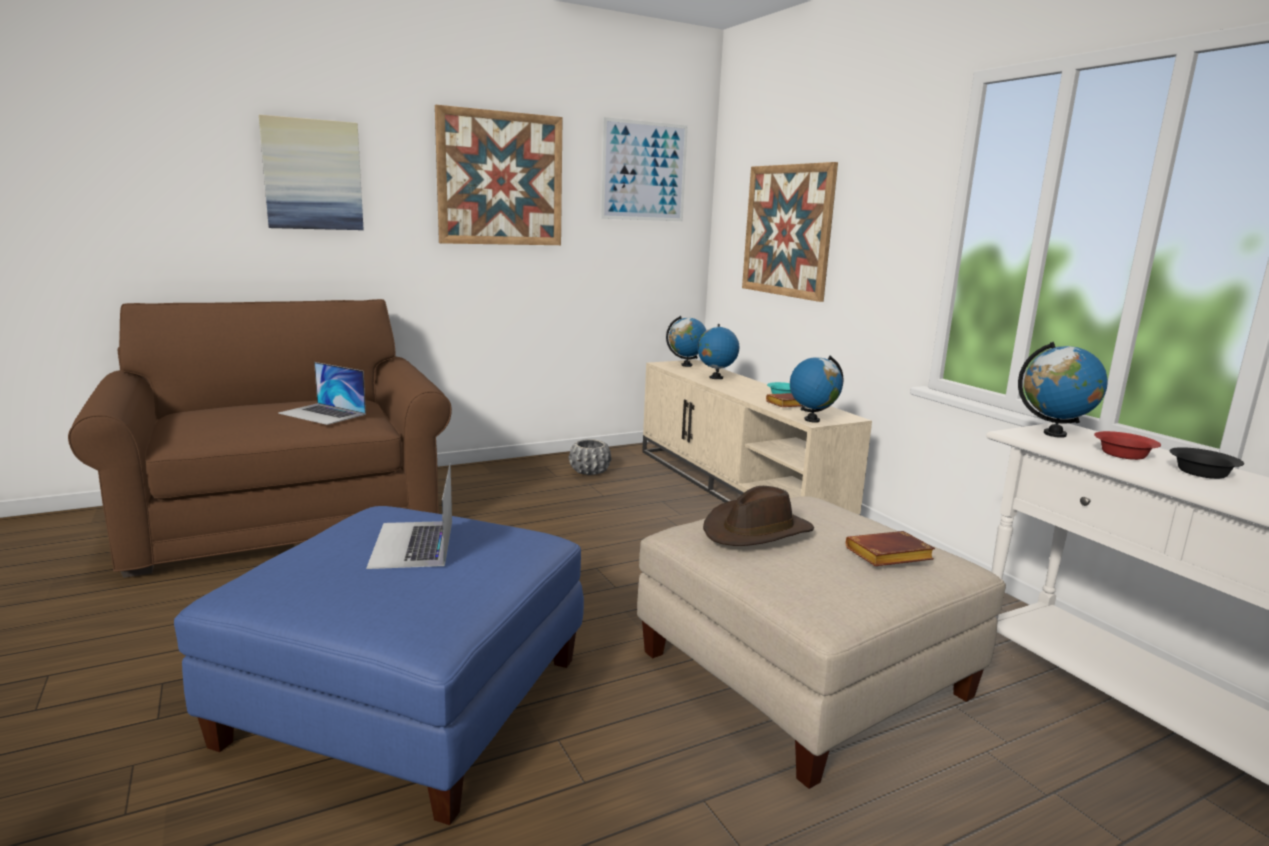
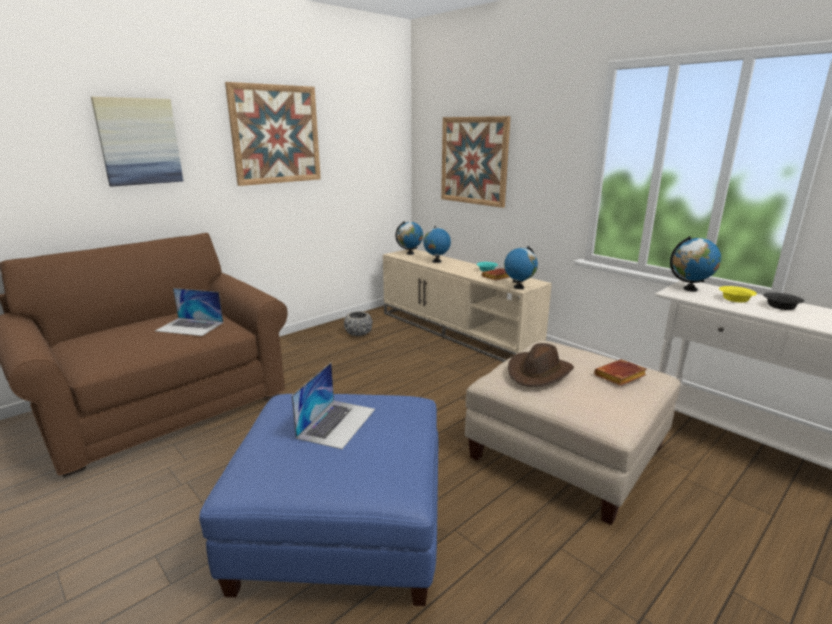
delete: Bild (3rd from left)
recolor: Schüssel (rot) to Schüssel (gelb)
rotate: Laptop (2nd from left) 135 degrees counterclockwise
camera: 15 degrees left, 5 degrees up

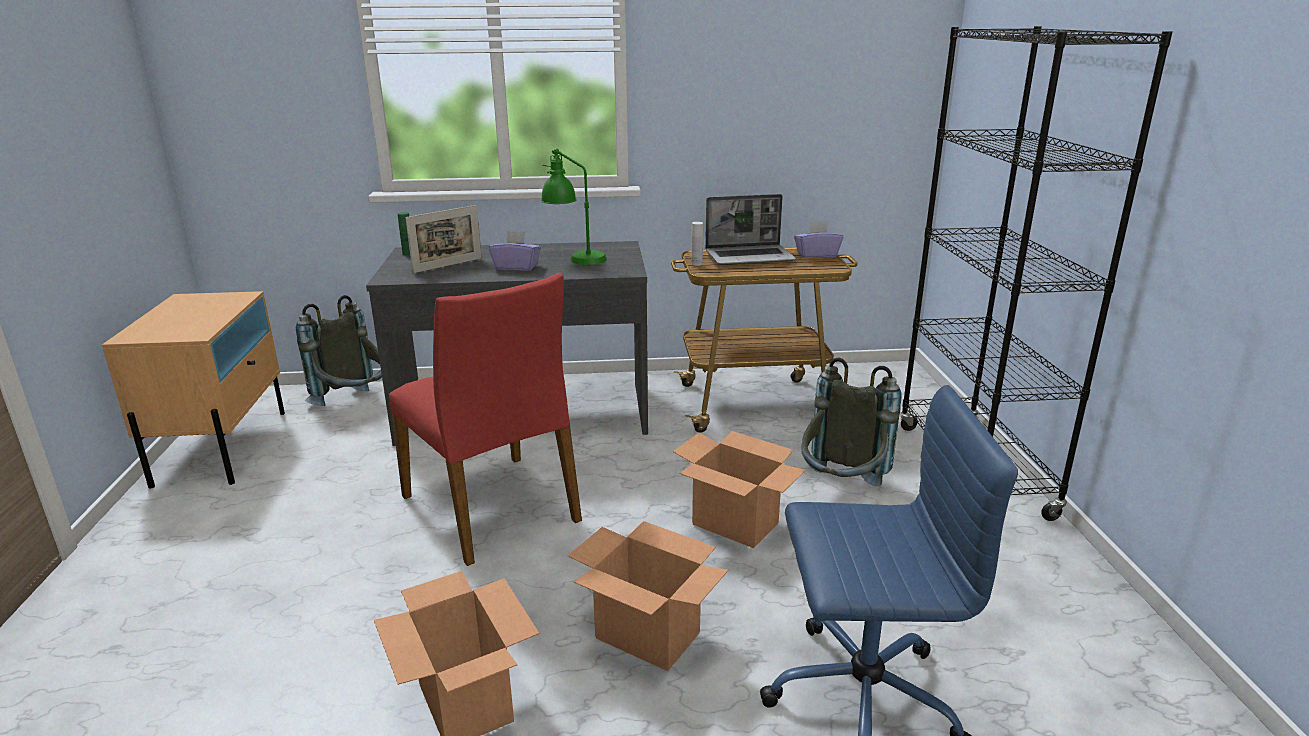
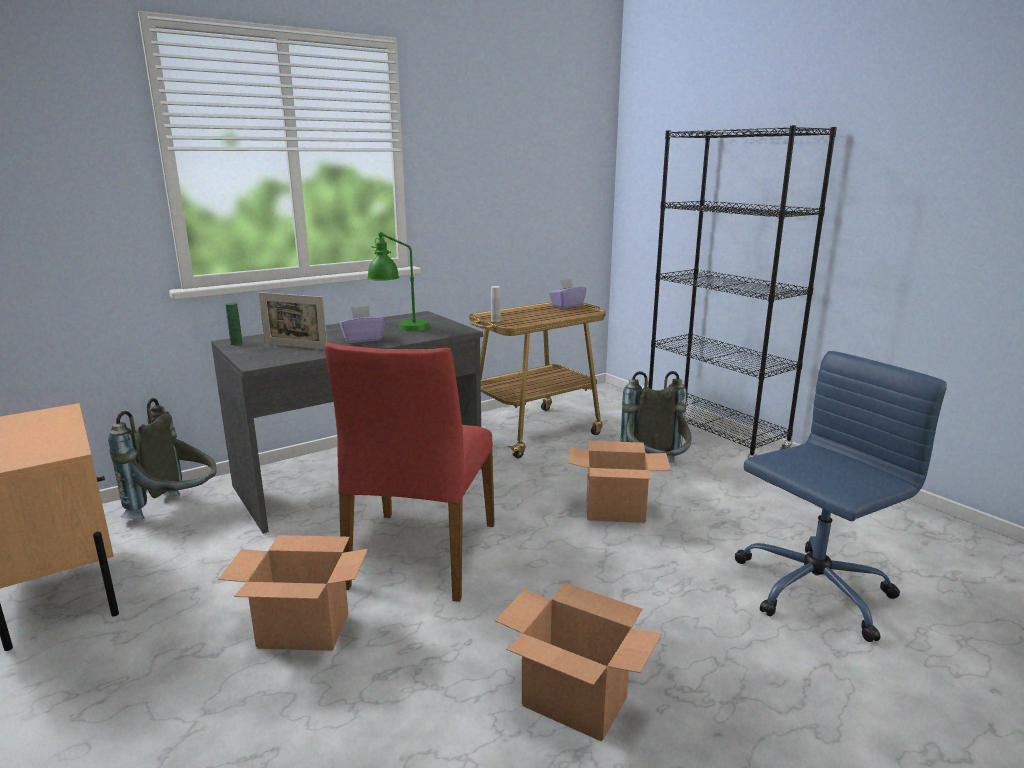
delete: Laptop
move: Karton (2nd from left in the first image) to Karton (1st from left)
rotate: Bilderrahmen 90 degrees clockwise; Stuhl (rot) 75 degrees clockwise
camera: 30 degrees left, 5 degrees down

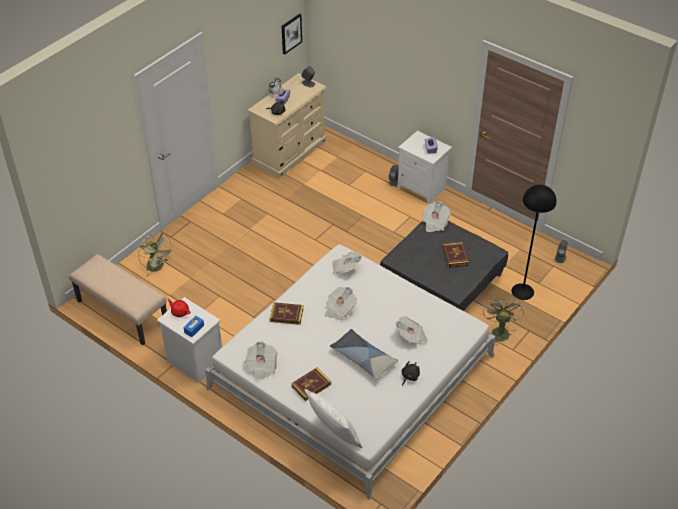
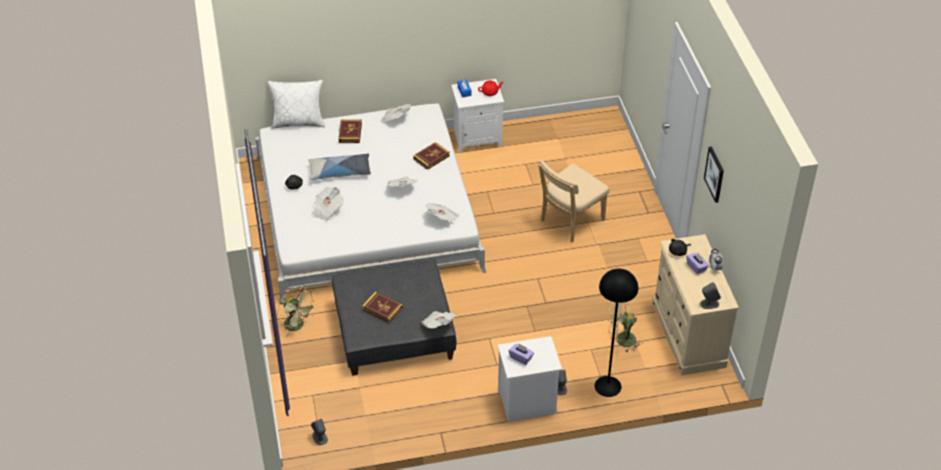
delete: Bank (beige)
insert: Stuhl (beige)
move: Stehlampe (schwarz); Ventilator (grün) (1st from left in the first image) to Ventilator (grün) (2nd from left); Bild
camera: 130 degrees right, 0 degrees up

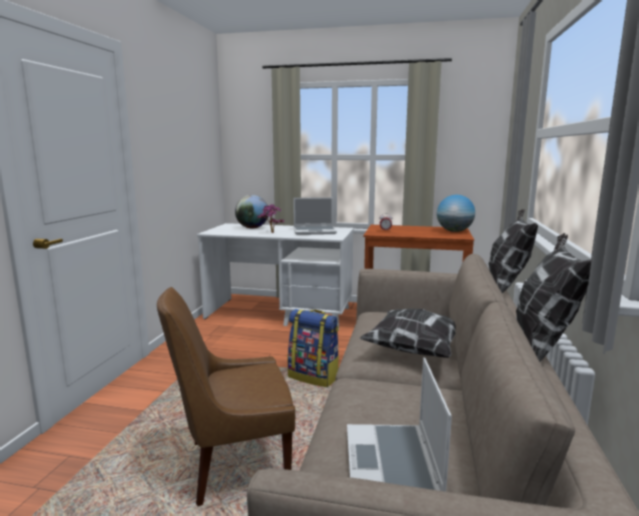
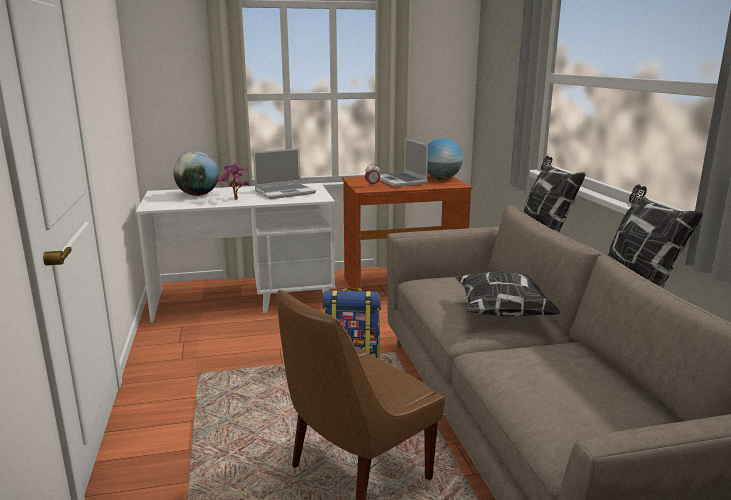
move: Laptop (2nd from left)
camera: 25 degrees left, 5 degrees up

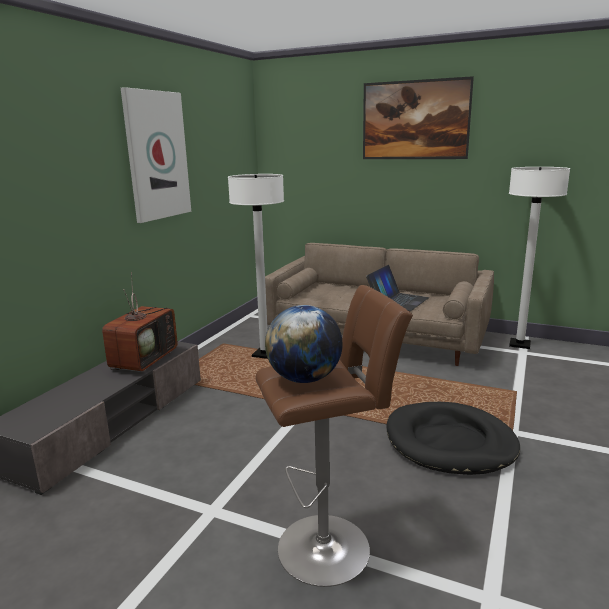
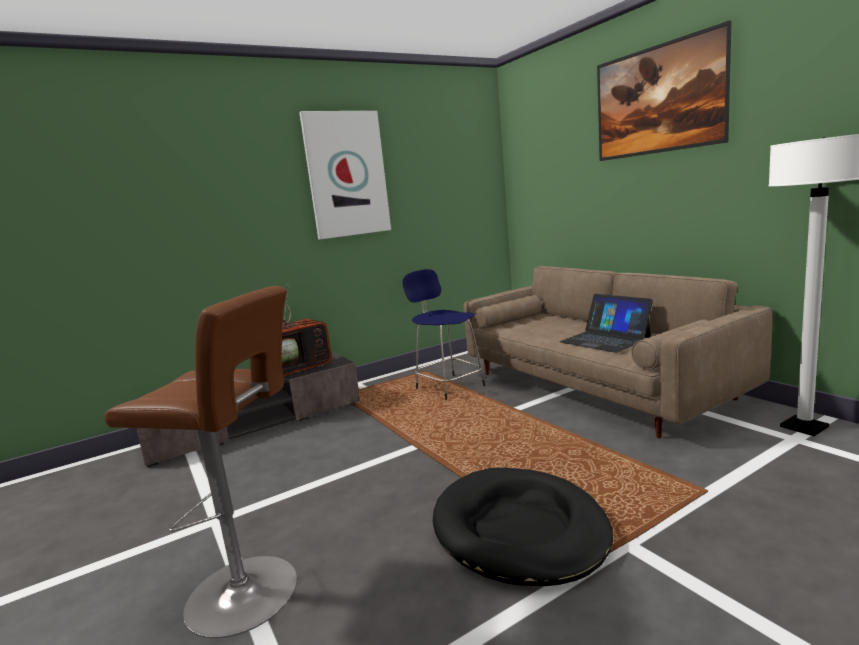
delete: Globus
replace: Stehlampe (weiß) (1st from left) to Hocker (blau)
rotate: Laptop 75 degrees clockwise
camera: 35 degrees right, 5 degrees down

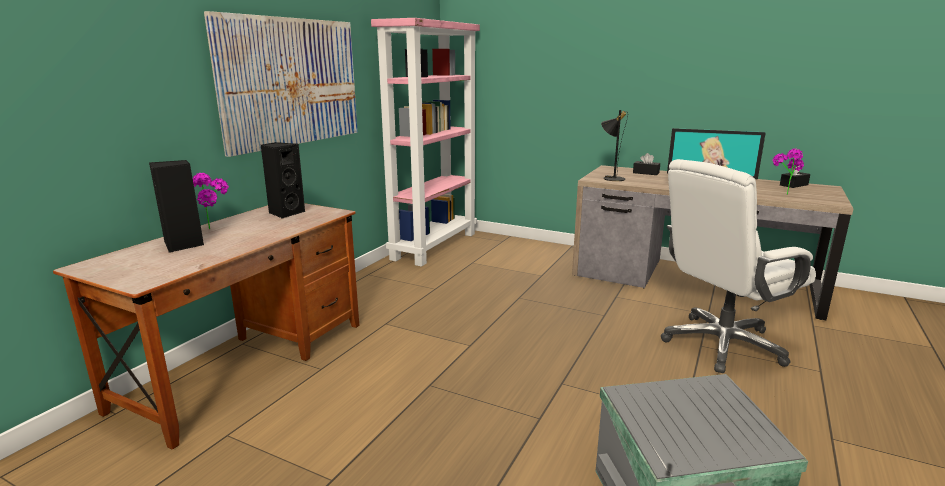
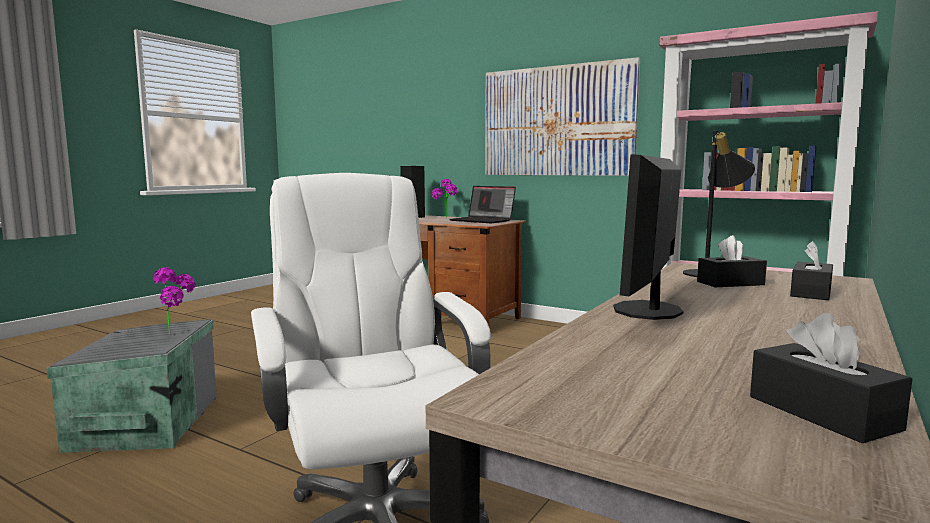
insert: Taschentuchbox (schwarz) (1st from left)
move: Topfpflanze (2nd from left in the first image) to Topfpflanze (1st from left)
replace: Lautsprecher (schwarz) (2nd from left) to Laptop
camera: 95 degrees right, 10 degrees down

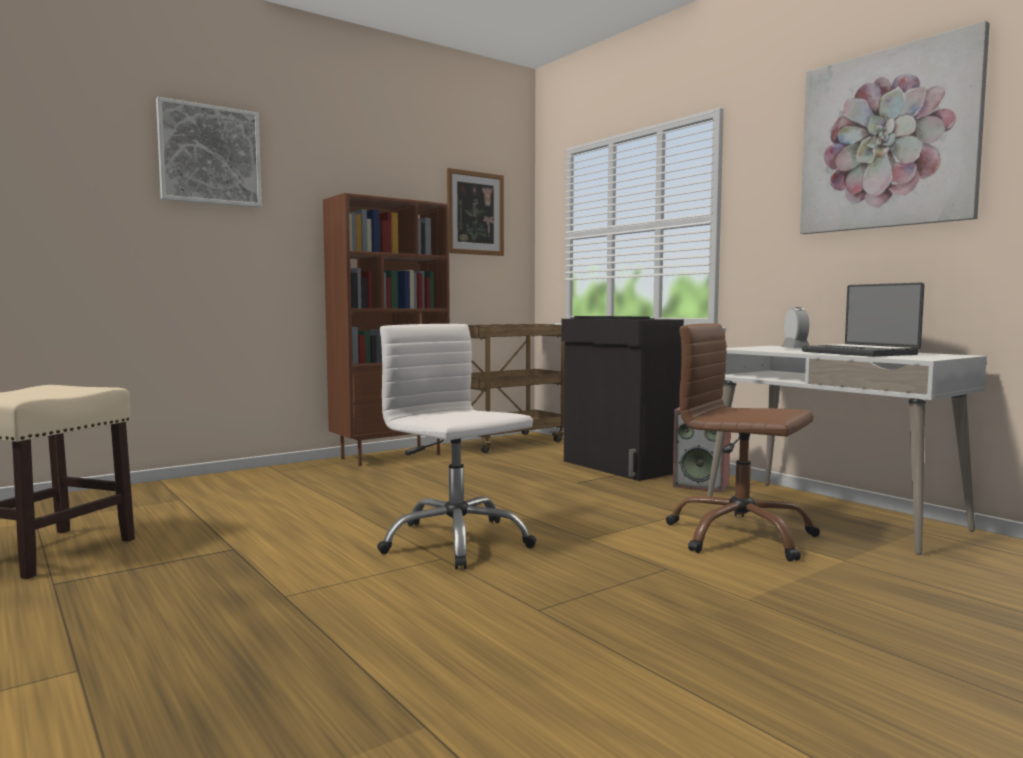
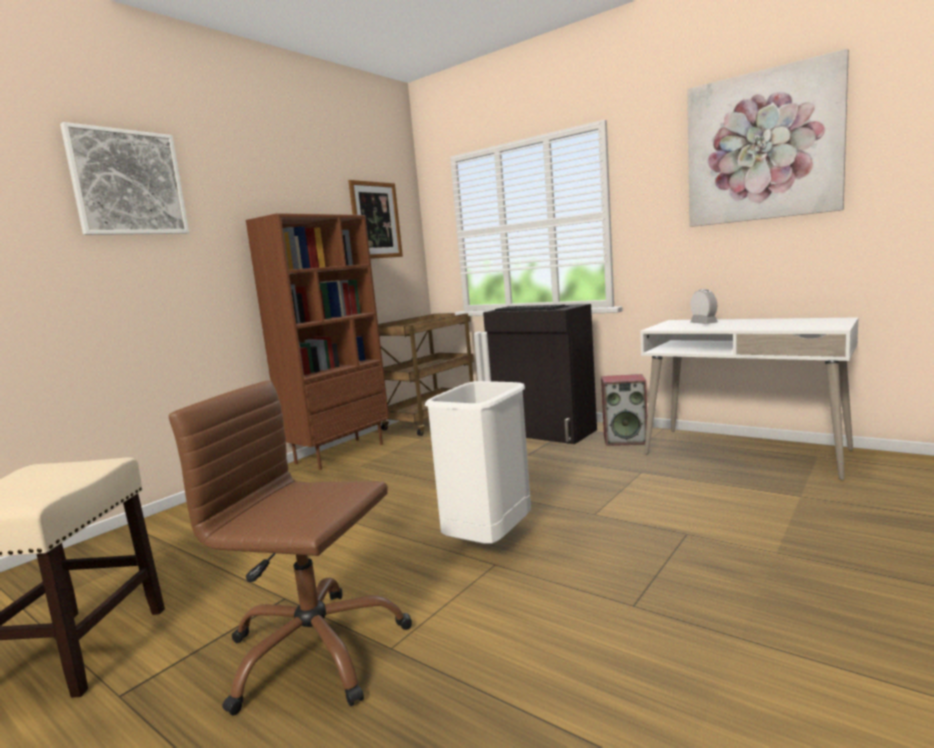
delete: Laptop
move: Bürostuhl (braun)
replace: Bürostuhl (weiß) to Mülleimer (weiß)
camera: 15 degrees left, 5 degrees up

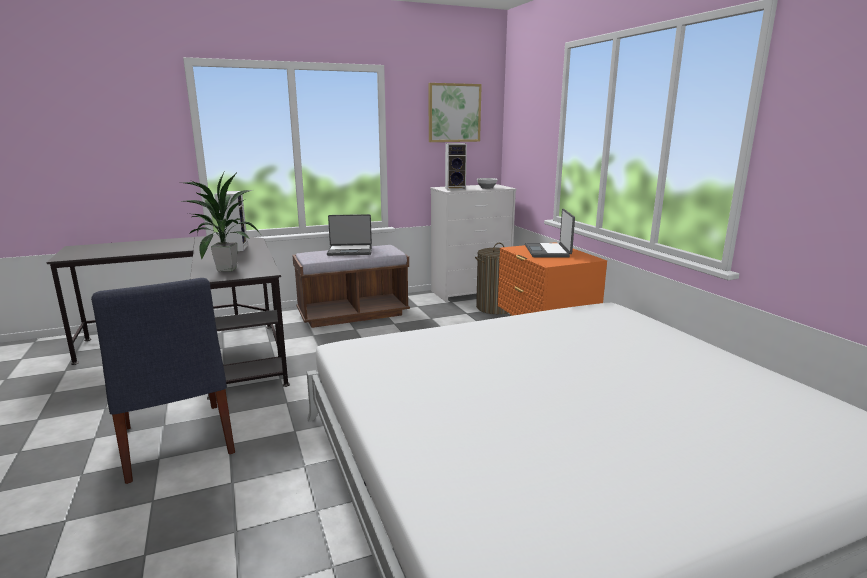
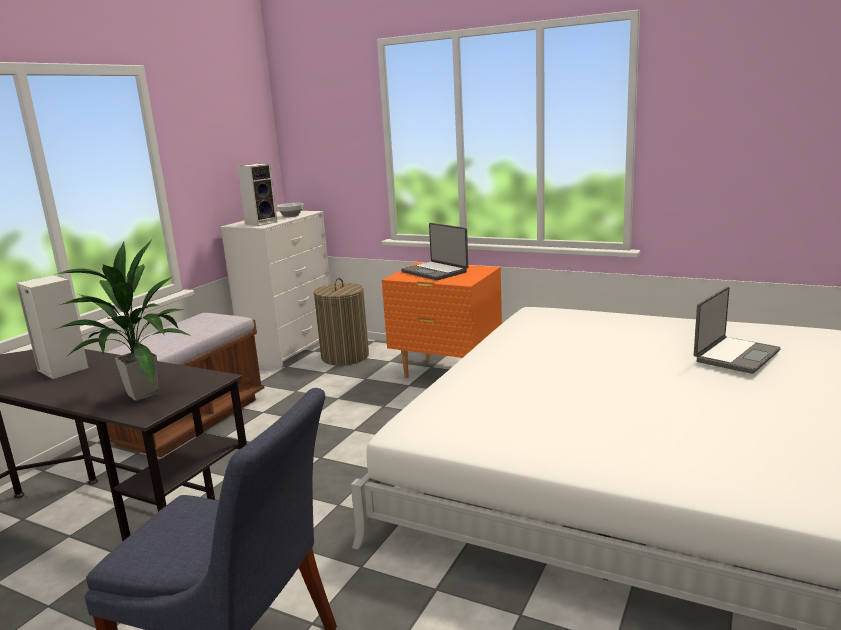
delete: Bild
move: Laptop (1st from left in the first image) to Laptop (2nd from left)
camera: 40 degrees left, 0 degrees up

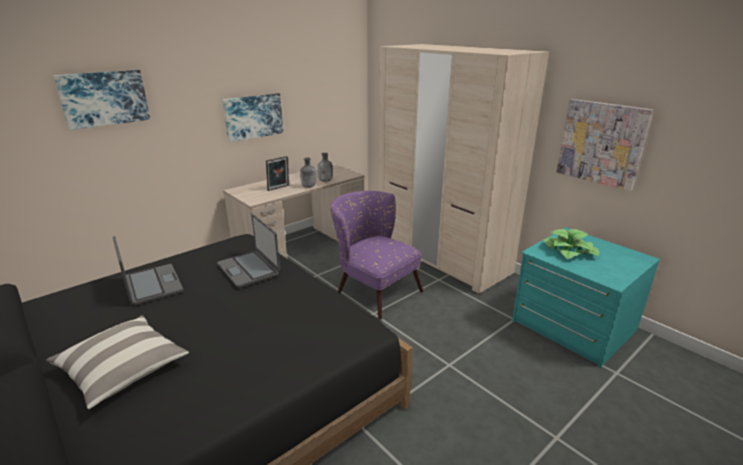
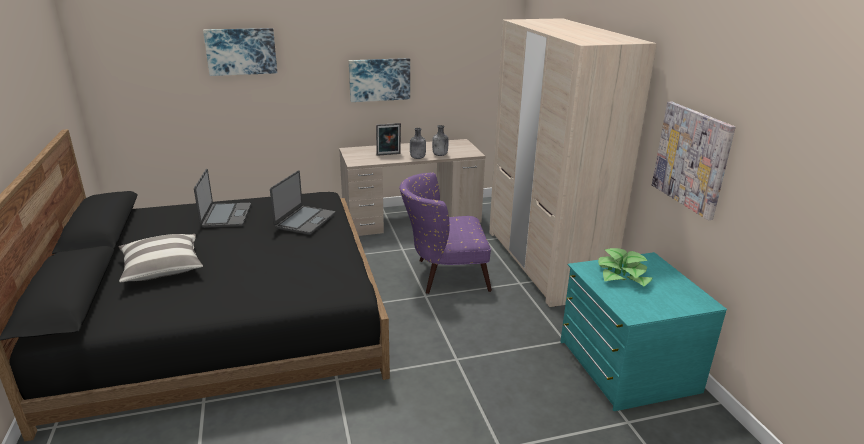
rotate: Laptop (2nd from left) 150 degrees counterclockwise; Sessel (lila) 75 degrees counterclockwise
camera: 25 degrees right, 0 degrees up

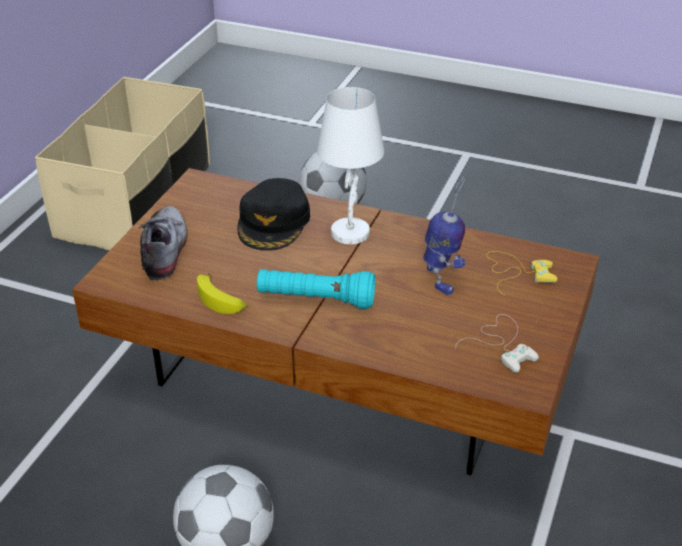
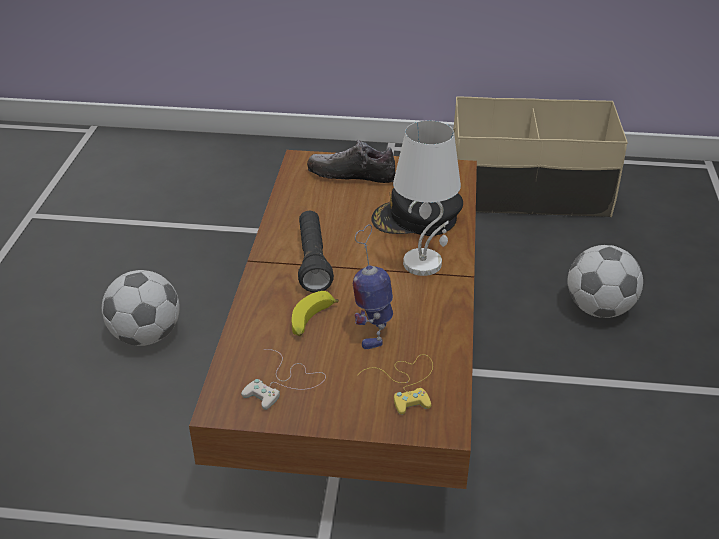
move: Banane
recolor: Taschenlampe (türkis) to Taschenlampe (schwarz)
rotate: Schuh 150 degrees counterclockwise; Spielzeugroboter 120 degrees clockwise
camera: 75 degrees right, 0 degrees up

